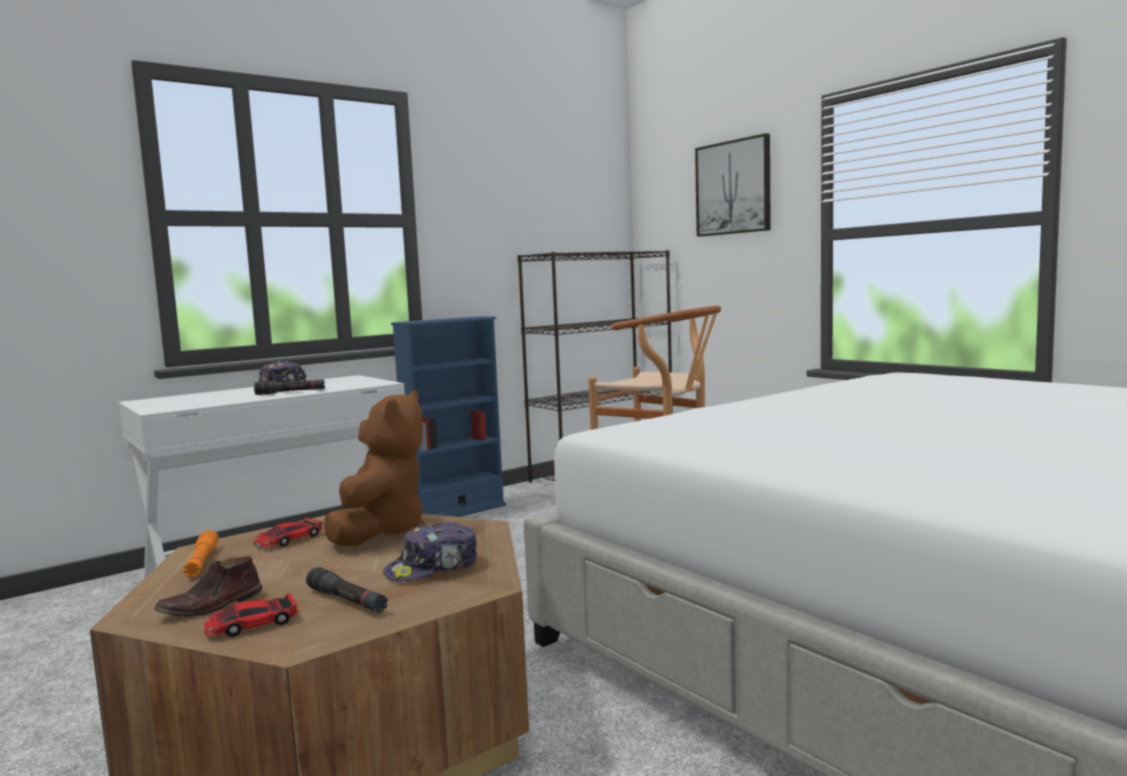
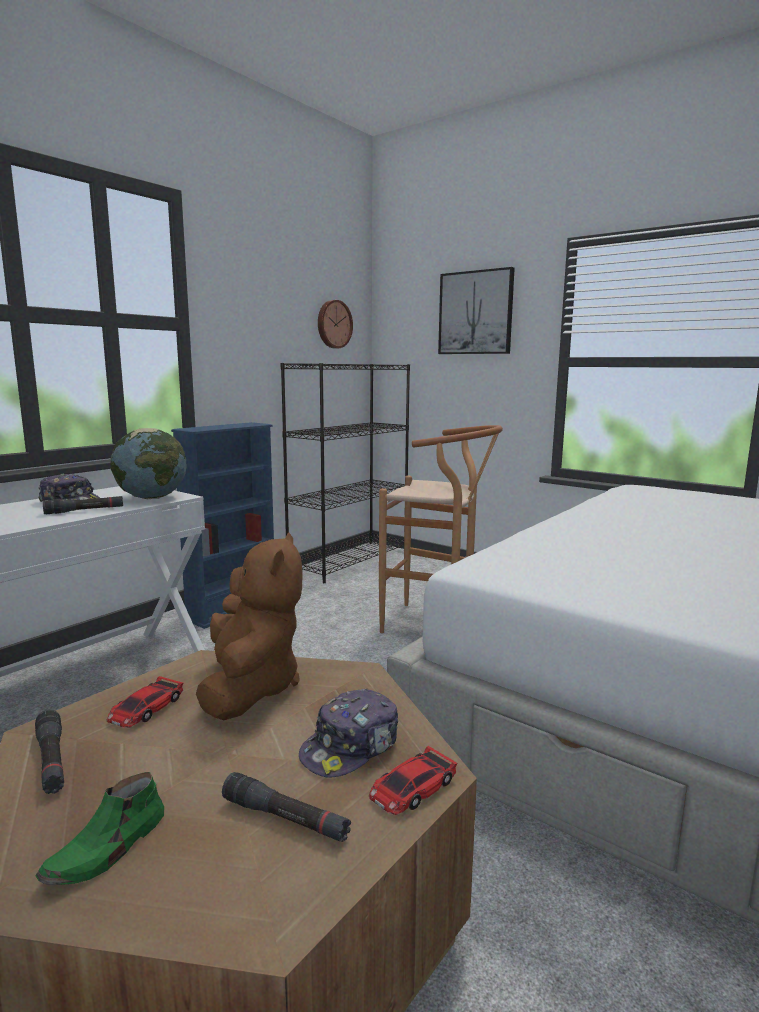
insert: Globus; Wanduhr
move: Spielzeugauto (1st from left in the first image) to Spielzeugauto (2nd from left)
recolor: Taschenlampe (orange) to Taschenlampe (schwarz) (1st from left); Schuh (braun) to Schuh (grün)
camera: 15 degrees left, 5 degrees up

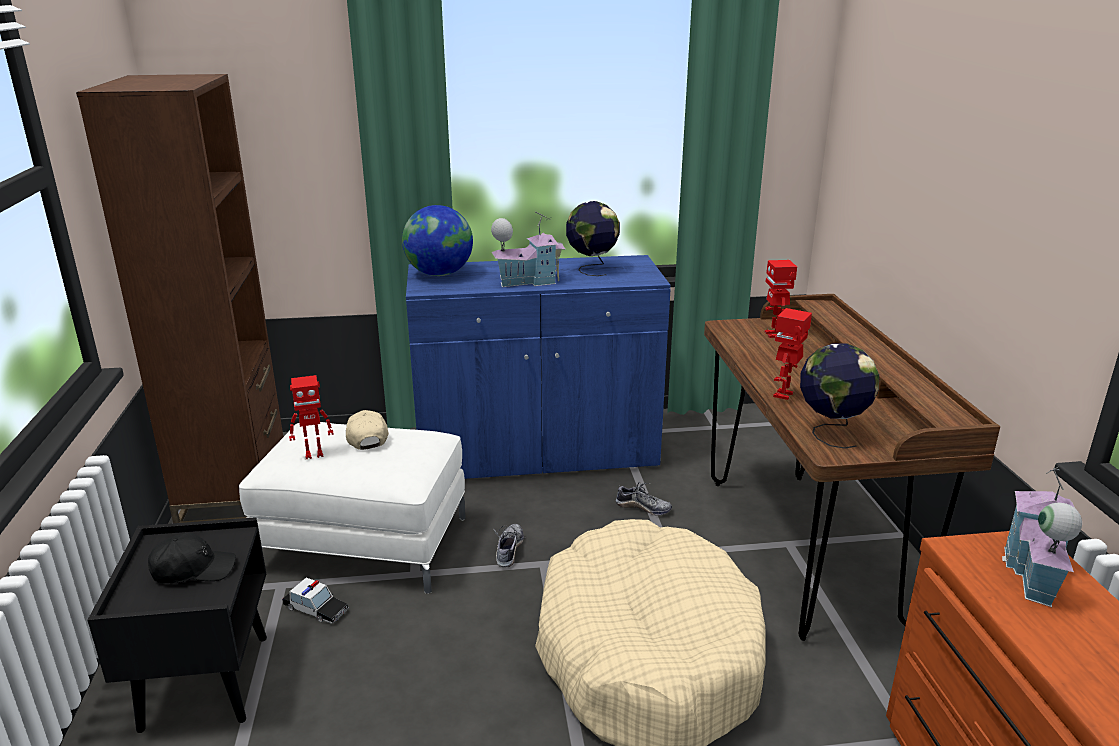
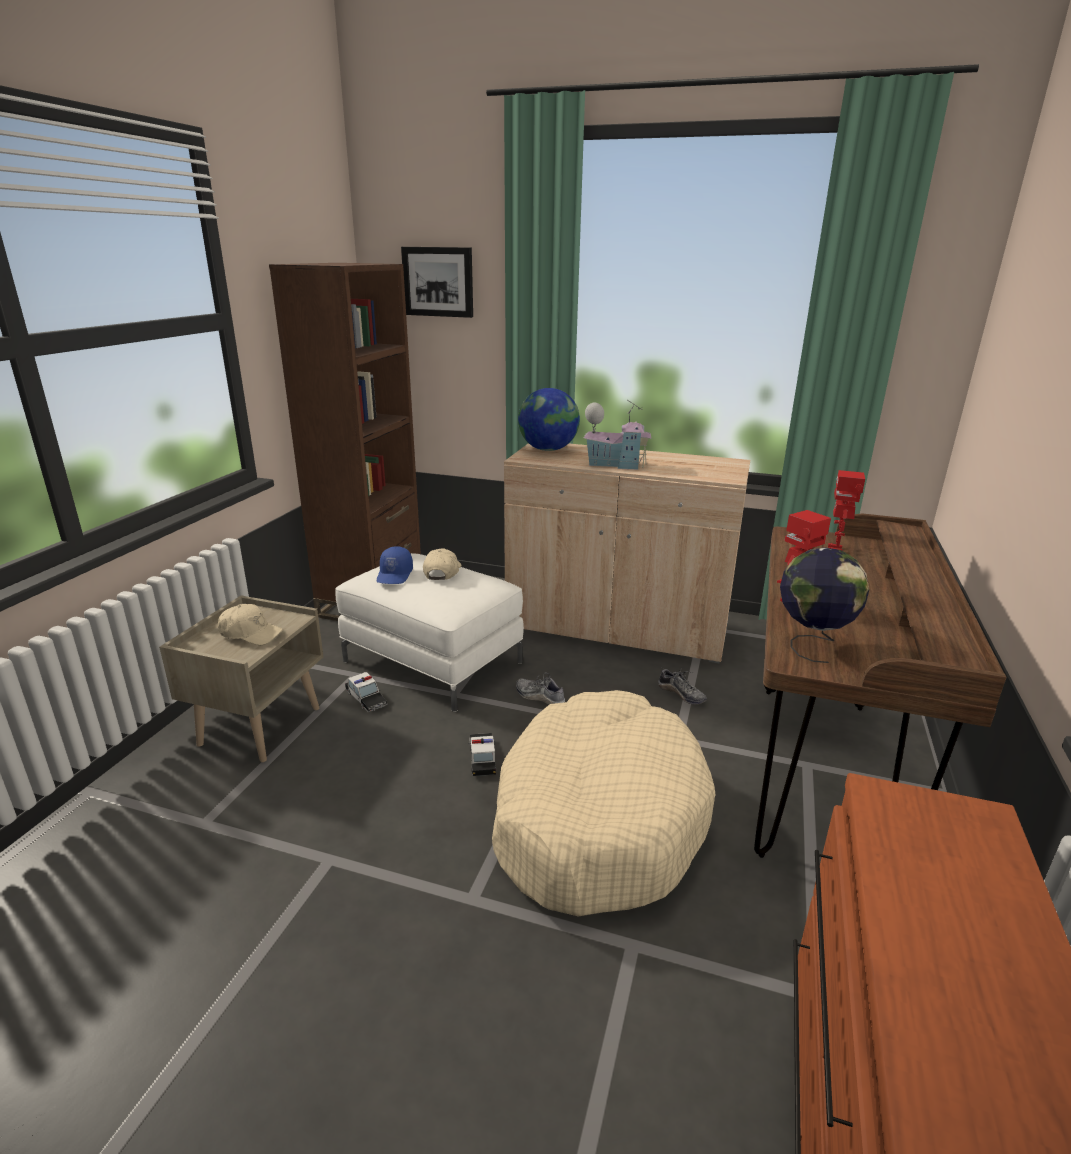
delete: Globus (2nd from left); Spielzeughaus (2nd from left)
insert: Bild; Spielzeugauto (2nd from left)
replace: Spielzeugroboter (1st from left) to Kappe (blau)
recolor: Nachttisch (schwarz) to Nachttisch (beige); Kappe (schwarz) to Kappe (beige) (1st from left); Schrank (blau) to Schrank (beige)
rotate: Schuh (1st from left) 90 degrees counterclockwise
camera: 25 degrees right, 0 degrees up

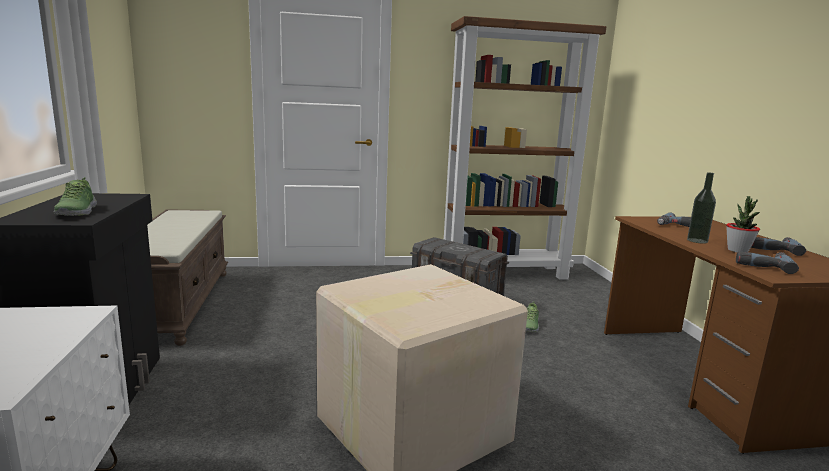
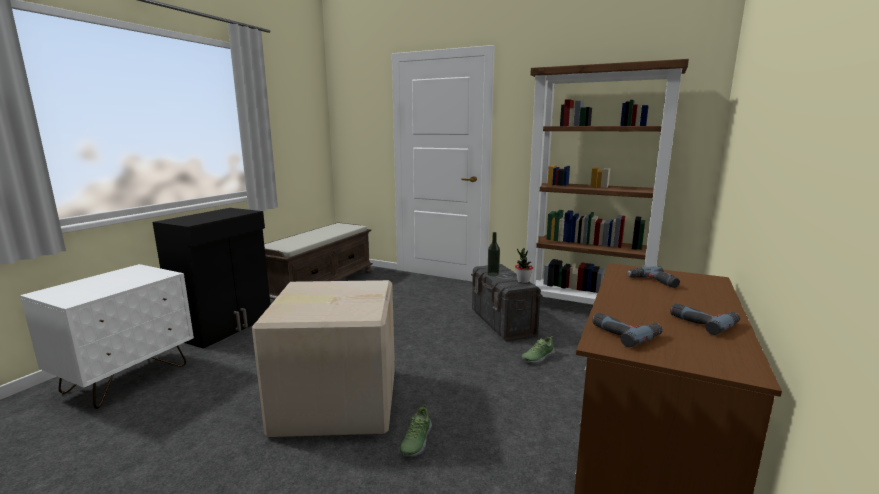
move: Schuh (1st from left); Flasche; Topfpflanze
camera: 35 degrees right, 0 degrees up

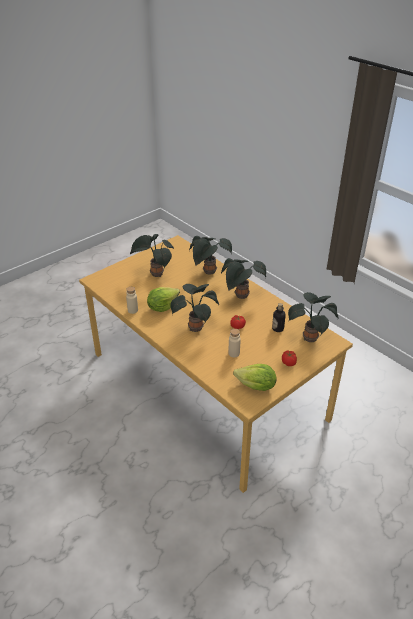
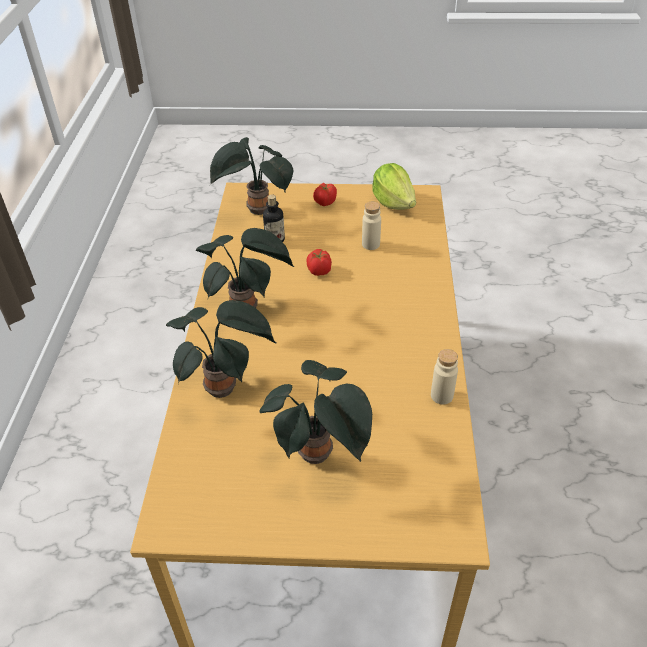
delete: Salatkopf (1st from left); Topfpflanze (2nd from left)
camera: 135 degrees left, 5 degrees up

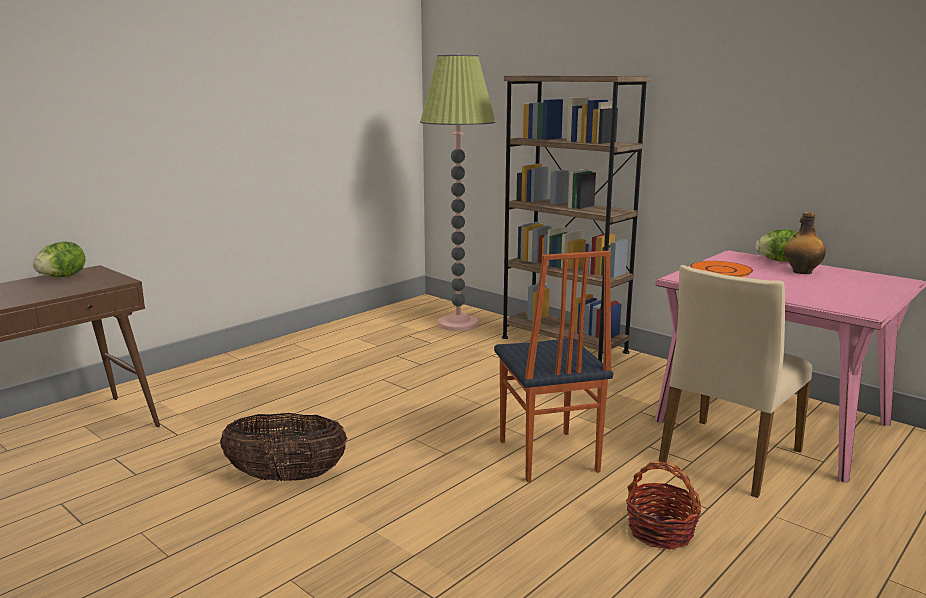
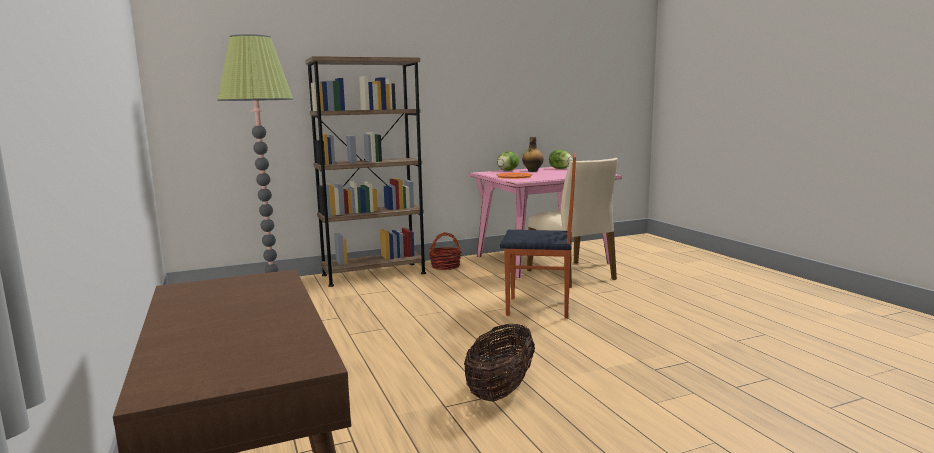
move: Korb (2nd from left in the first image) to Korb (1st from left); Salatkopf (1st from left in the first image) to Salatkopf (2nd from left)
camera: 65 degrees left, 5 degrees down

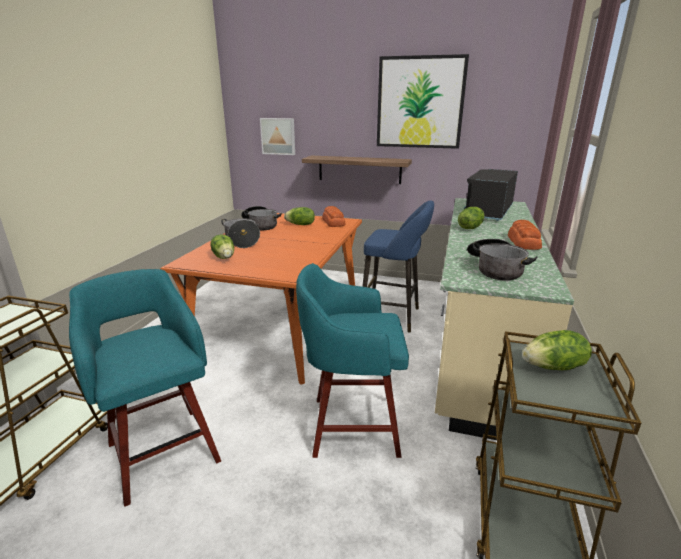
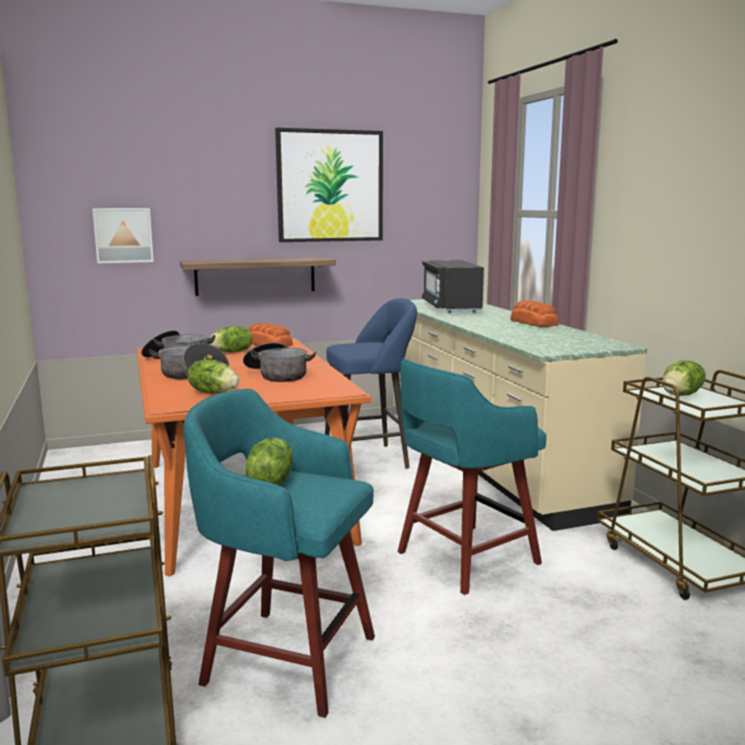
move: Kochtopf (3rd from left); Salatkopf (3rd from left)
camera: 35 degrees left, 10 degrees down

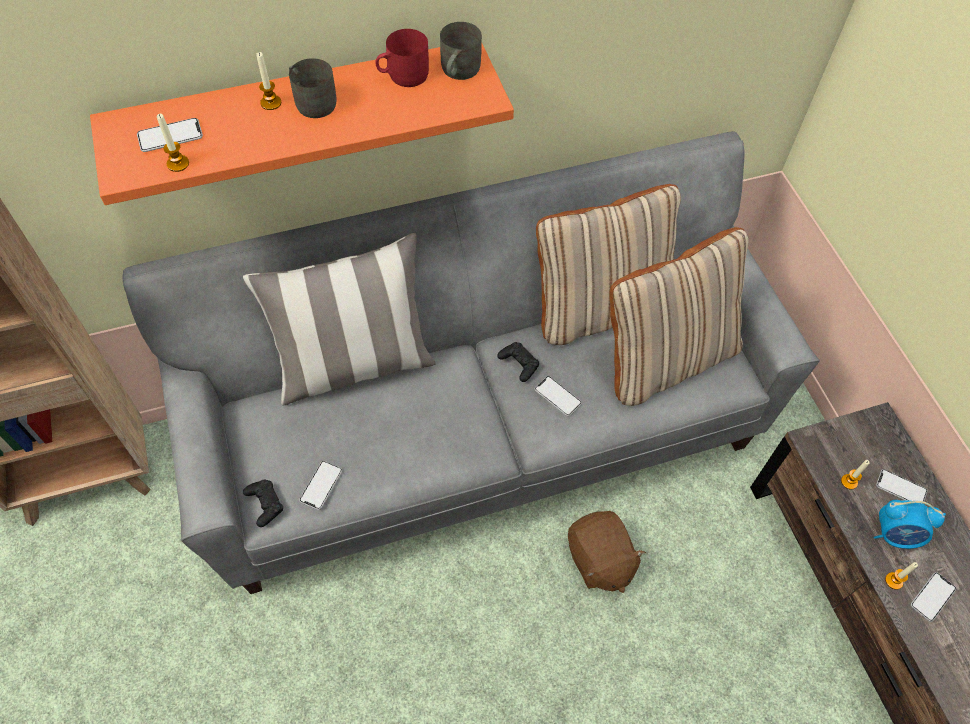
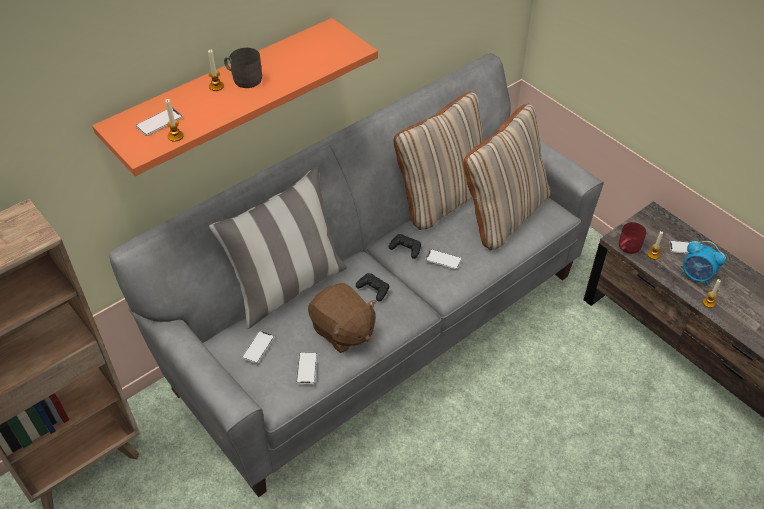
delete: Henkelbecher (grau) (2nd from left)
move: Handy (5th from left in the first image) to Handy (2nd from left); Plüschtier (braun); Gamepad (schwarz) (1st from left); Henkelbecher (rot)
rotate: Wecker 45 degrees clockwise
camera: 20 degrees left, 10 degrees down

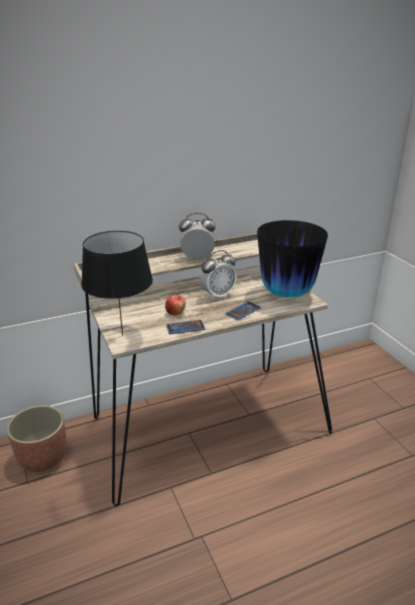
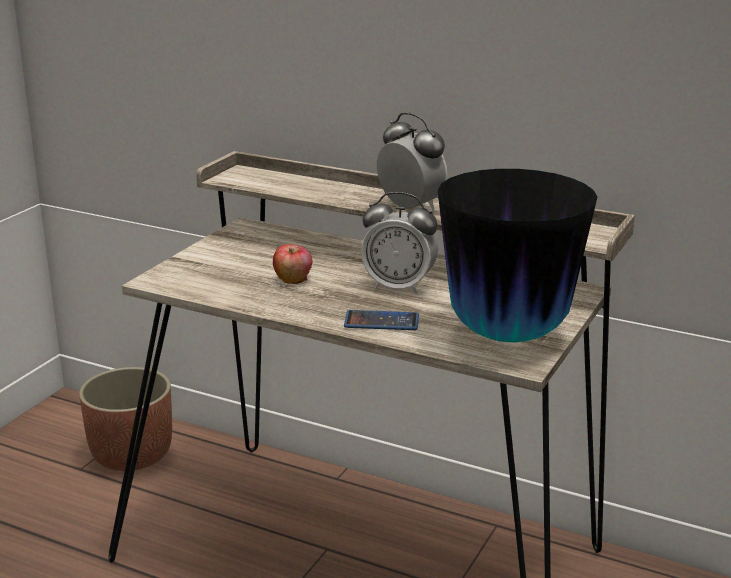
delete: Tischlampe (schwarz); Handy (1st from left)
camera: 50 degrees right, 5 degrees down

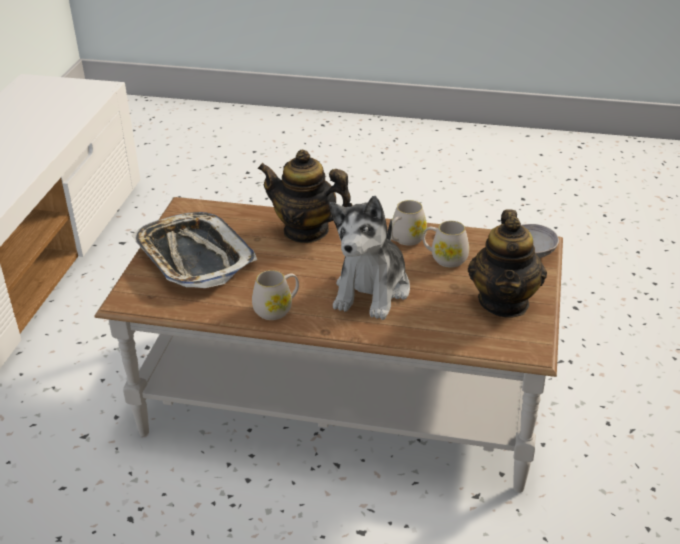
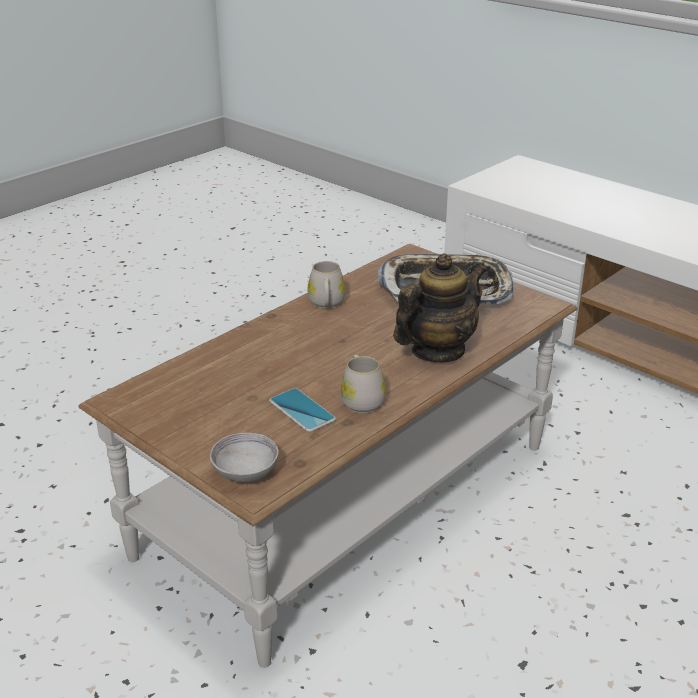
delete: Plüschtier; Teekanne (2nd from left)
replace: Henkelbecher (weiß) (3rd from left) to Handy
camera: 120 degrees right, 5 degrees down

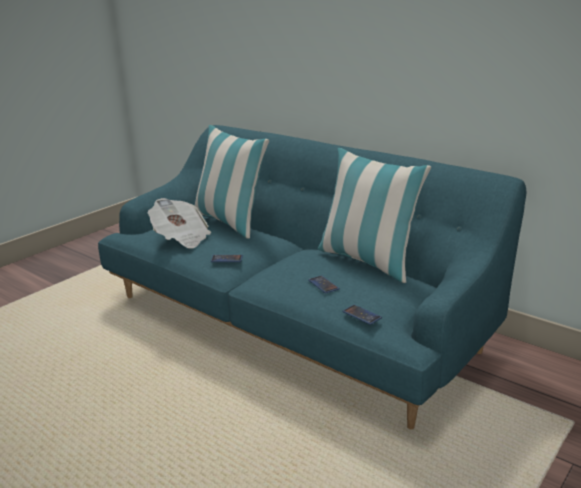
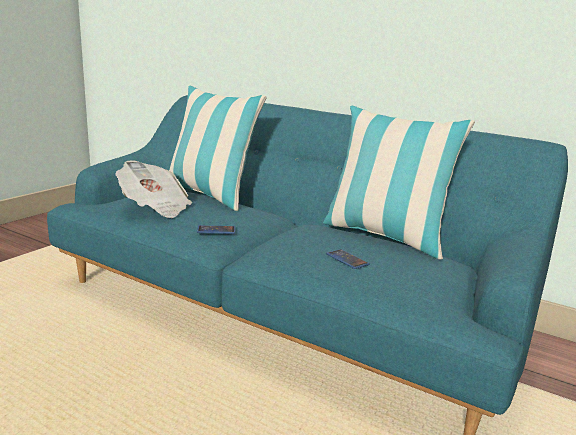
delete: Handy (3rd from left)
camera: 10 degrees left, 5 degrees down

